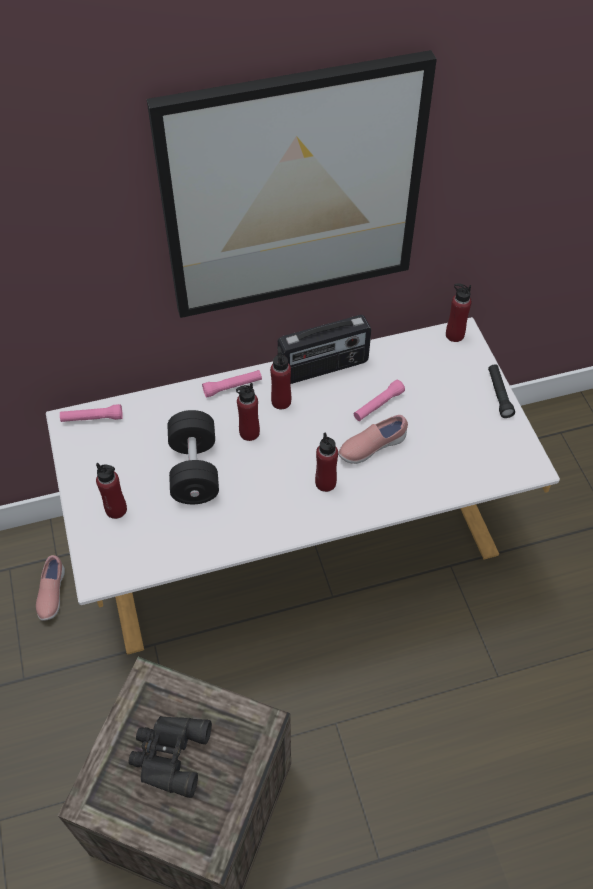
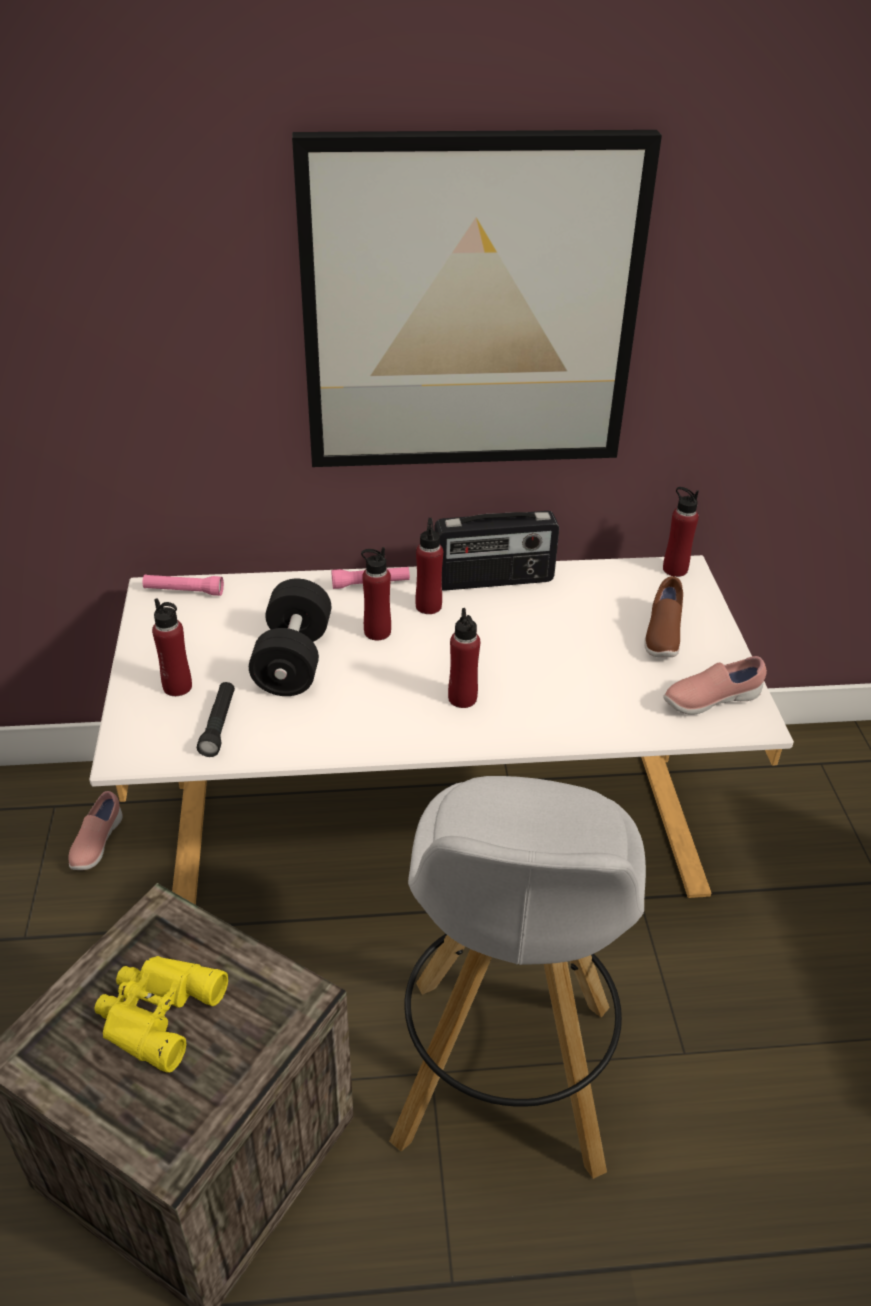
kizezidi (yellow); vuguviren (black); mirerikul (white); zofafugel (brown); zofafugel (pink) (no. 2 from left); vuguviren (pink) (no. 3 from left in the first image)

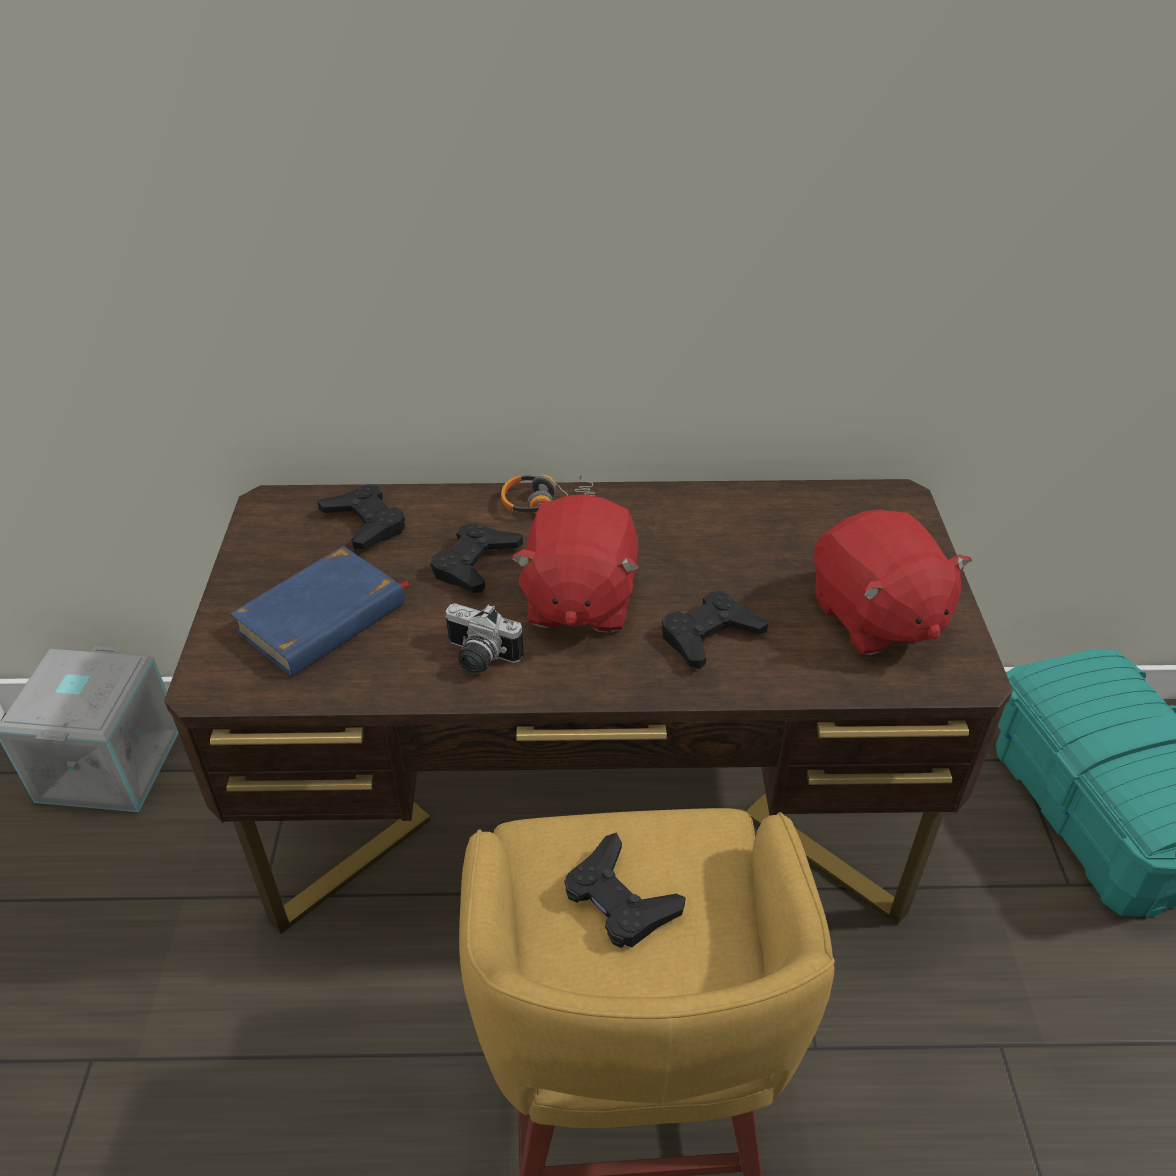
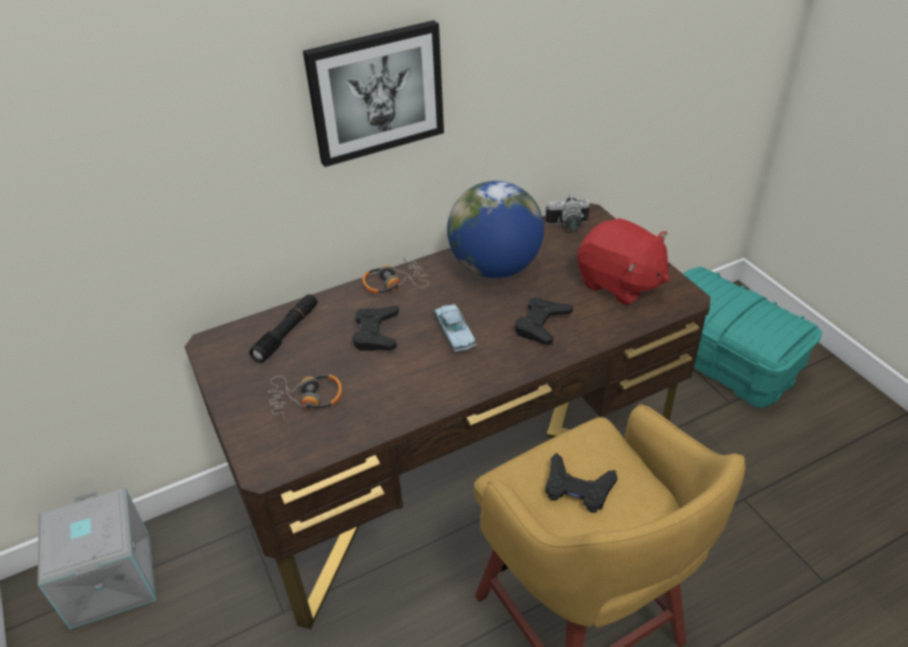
vuguviren (black); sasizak (no. 1 from left); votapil; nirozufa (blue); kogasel; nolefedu

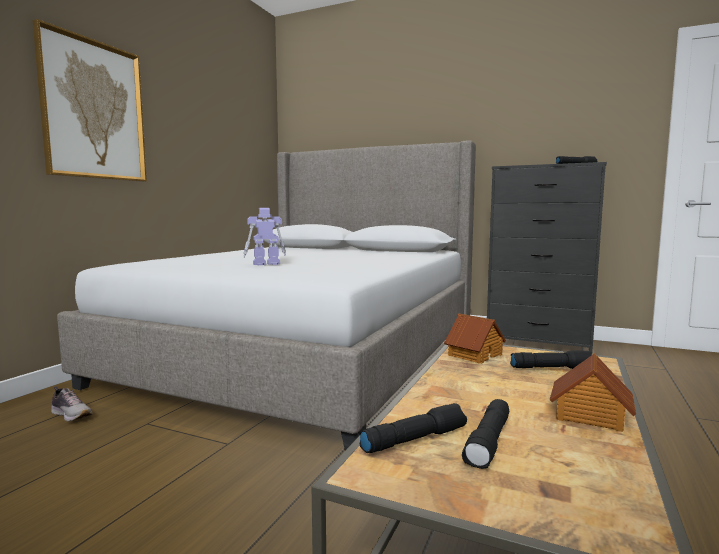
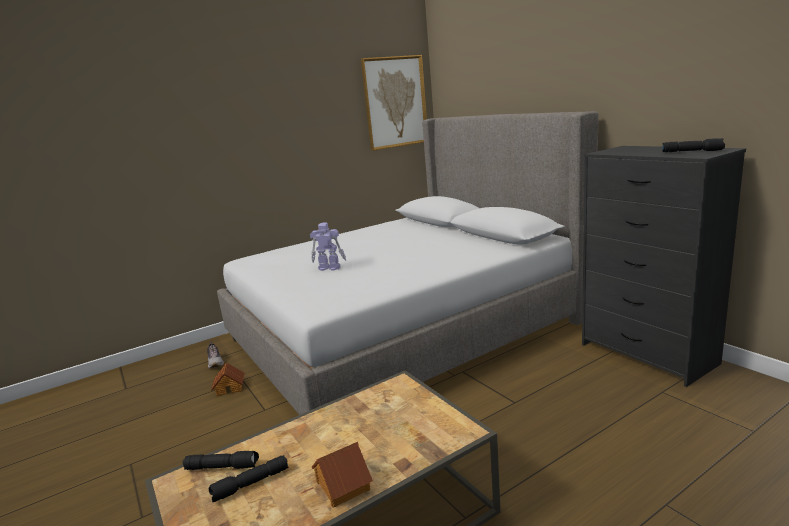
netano (no. 1 from left); votapil; vuguviren (black) (no. 3 from left in the first image)

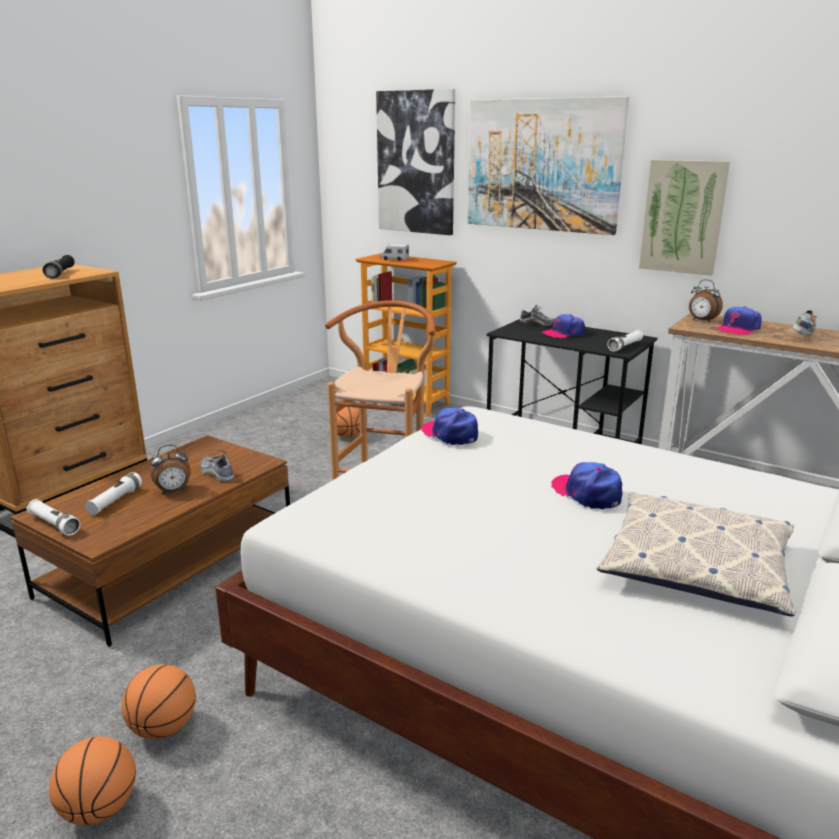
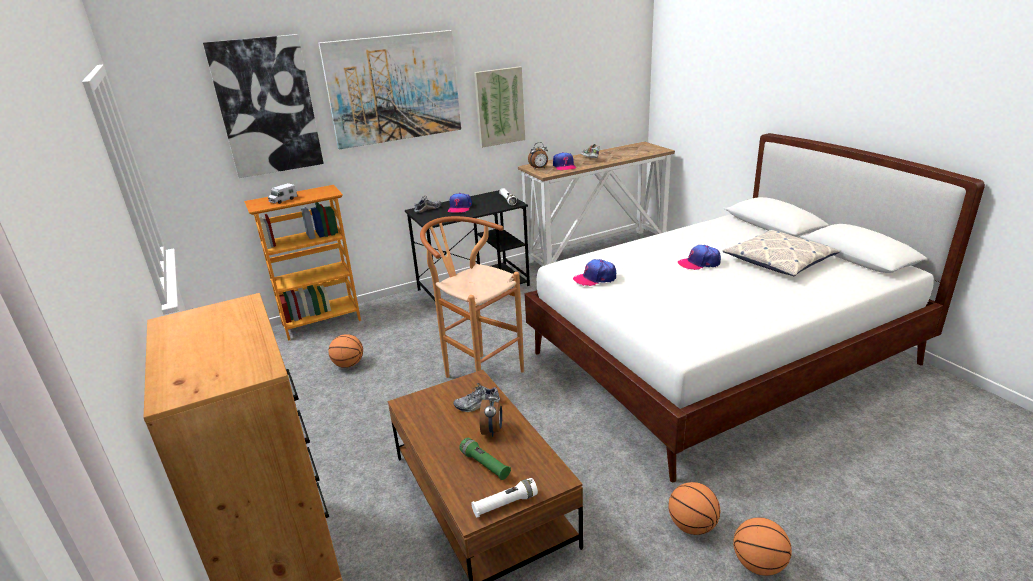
vuguviren (green); vuguviren (black)

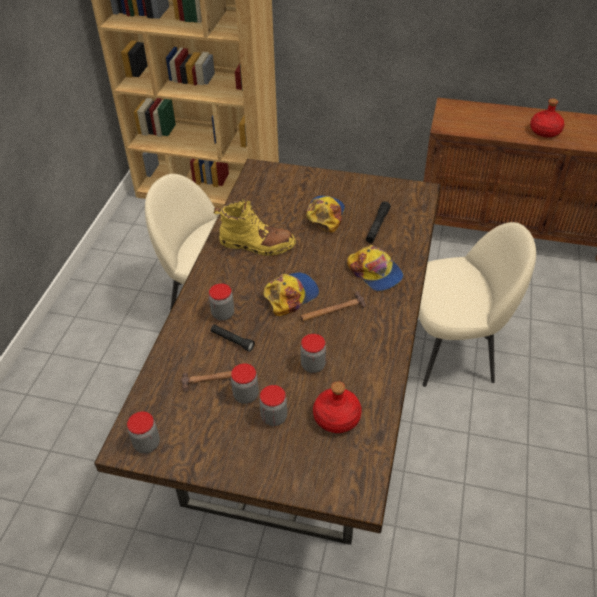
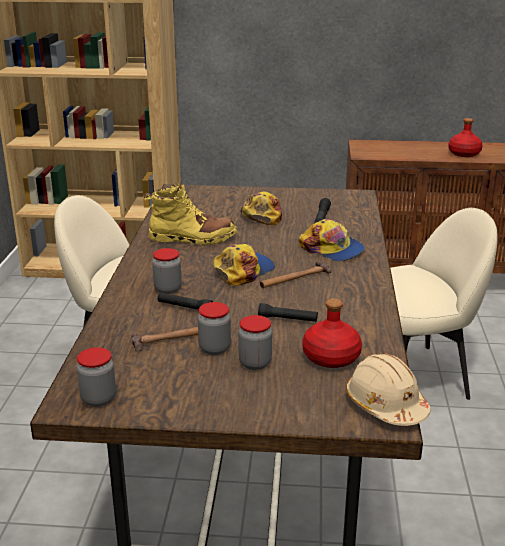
vuguviren (black) (no. 2 from left); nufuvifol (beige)

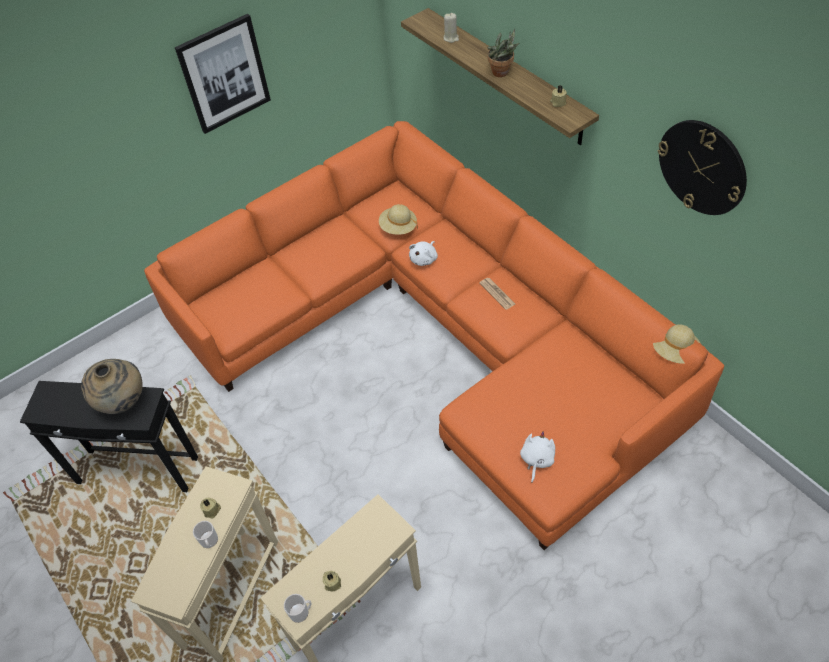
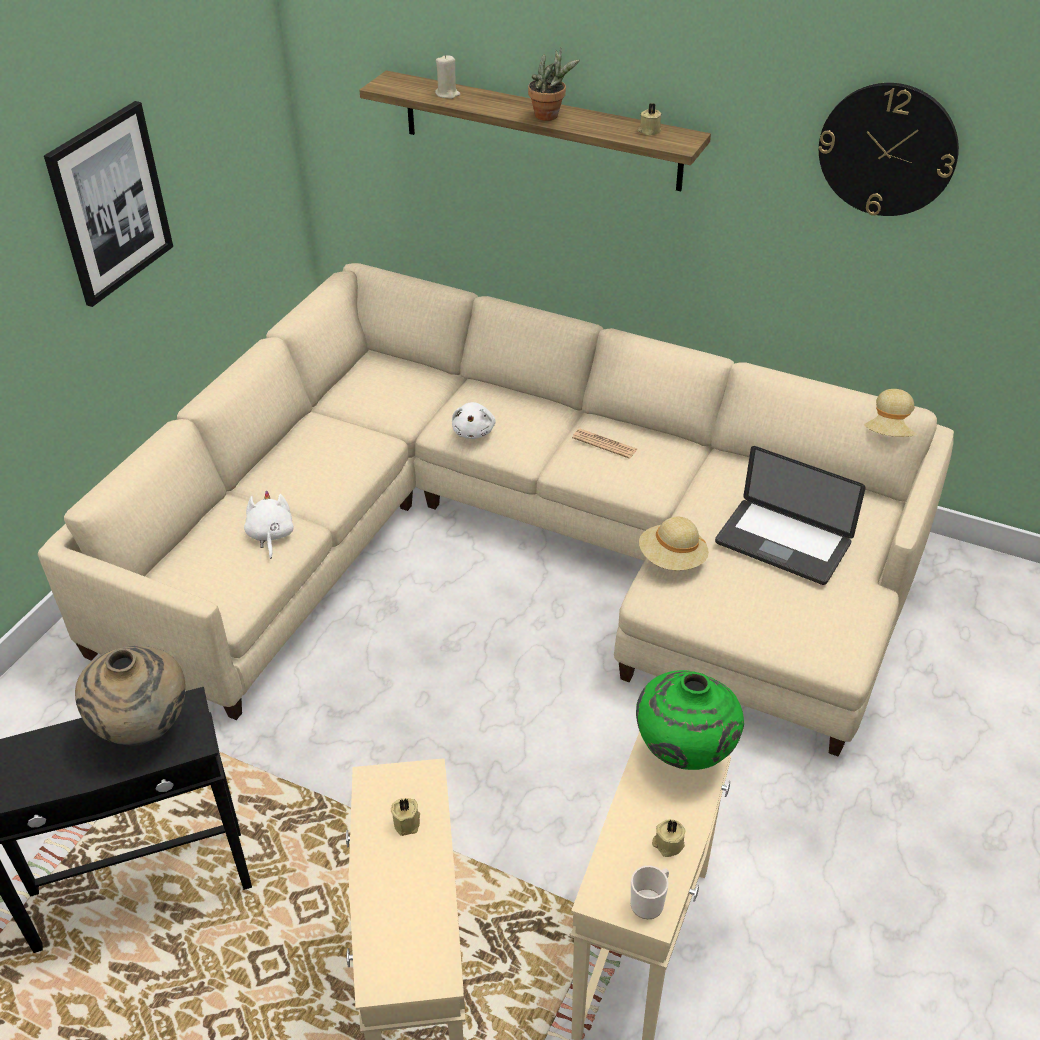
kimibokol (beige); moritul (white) (no. 1 from left); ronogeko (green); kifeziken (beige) (no. 1 from left); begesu; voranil (no. 1 from left in the first image)

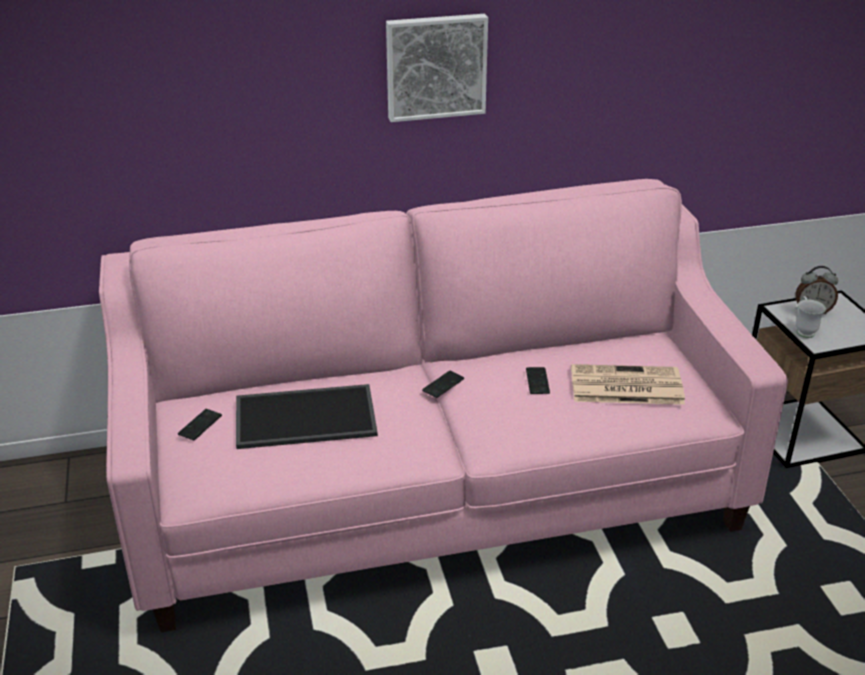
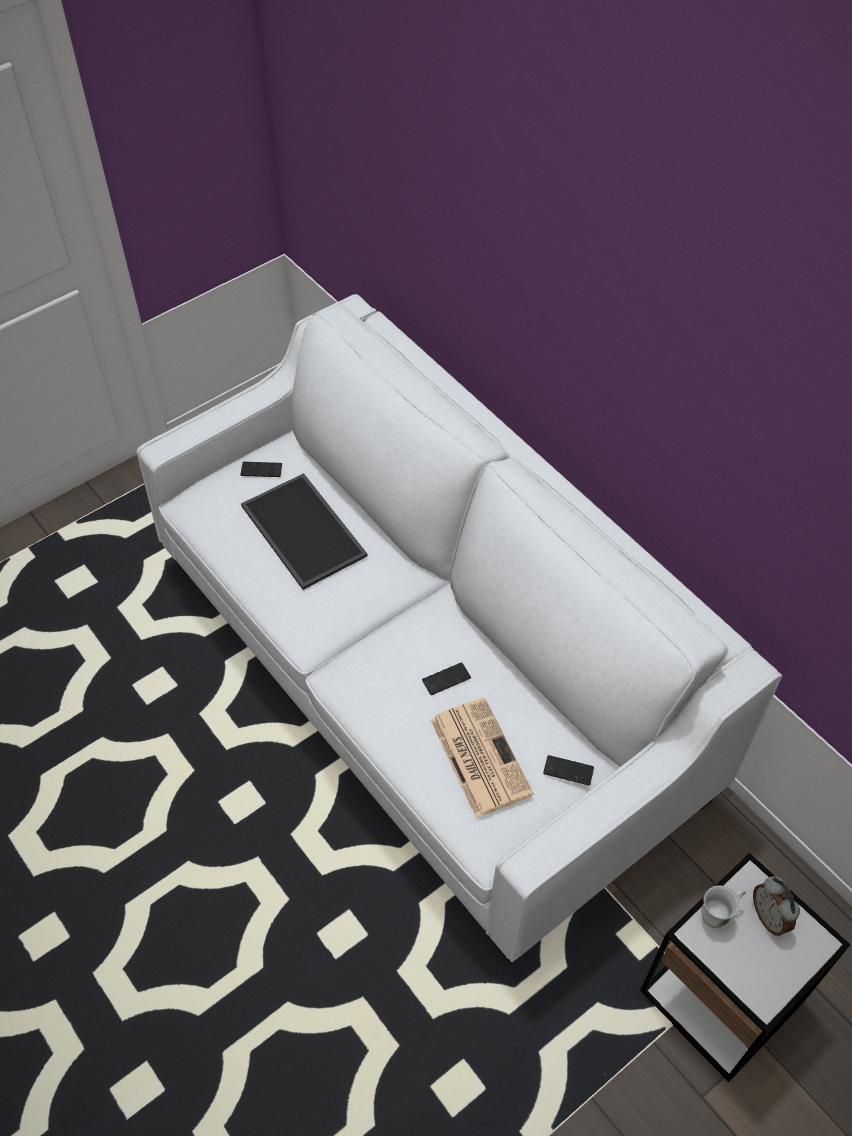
kimibokol (white); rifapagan (no. 3 from left); votapil

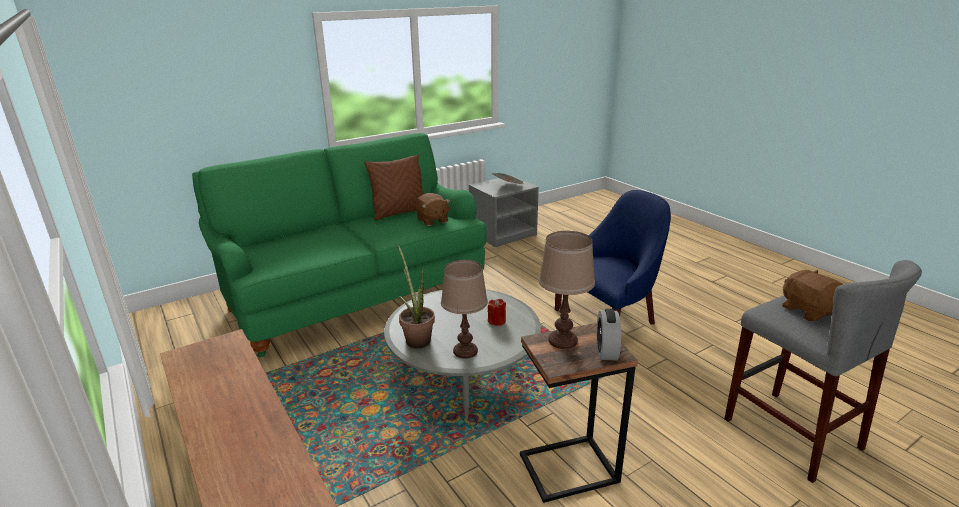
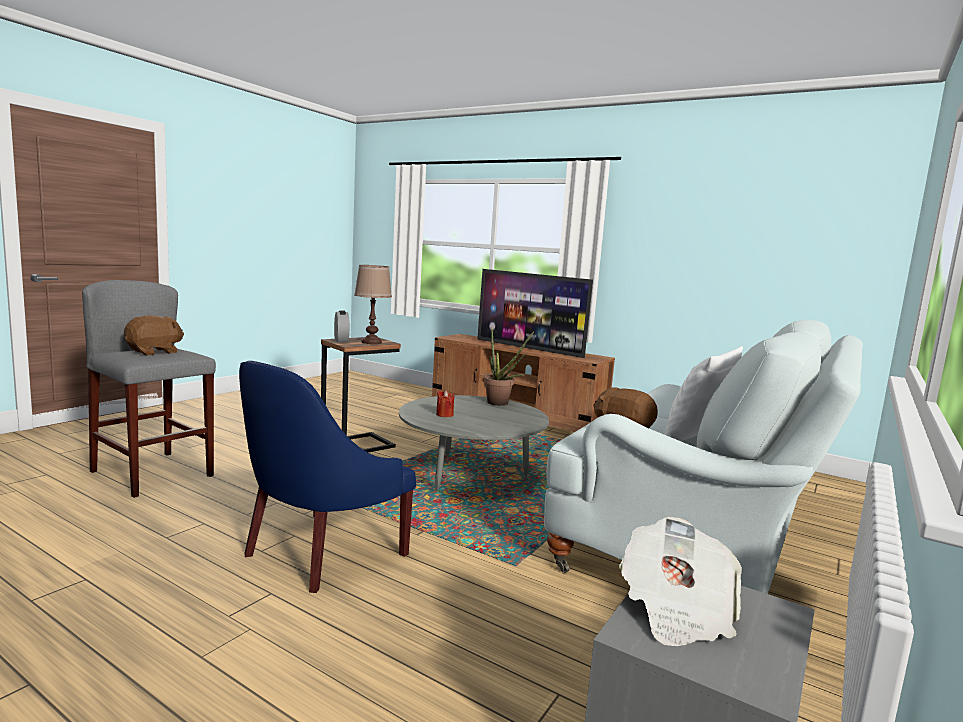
moritul (brown) (no. 1 from left); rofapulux; kimibokol (white); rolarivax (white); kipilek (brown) (no. 1 from left in the first image)

